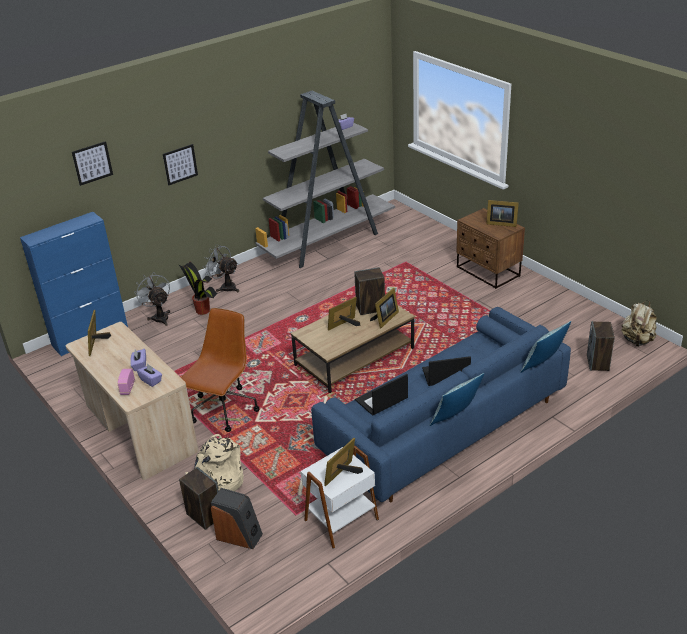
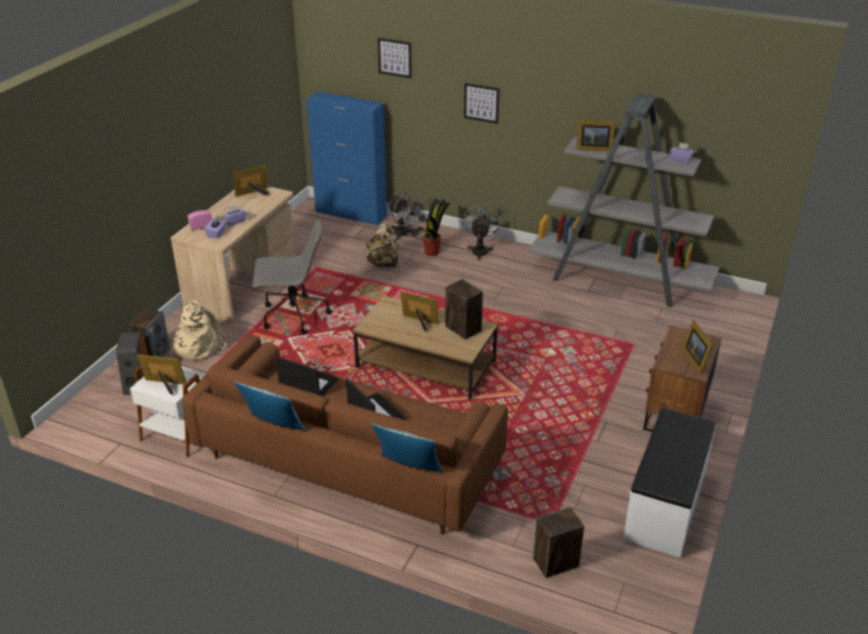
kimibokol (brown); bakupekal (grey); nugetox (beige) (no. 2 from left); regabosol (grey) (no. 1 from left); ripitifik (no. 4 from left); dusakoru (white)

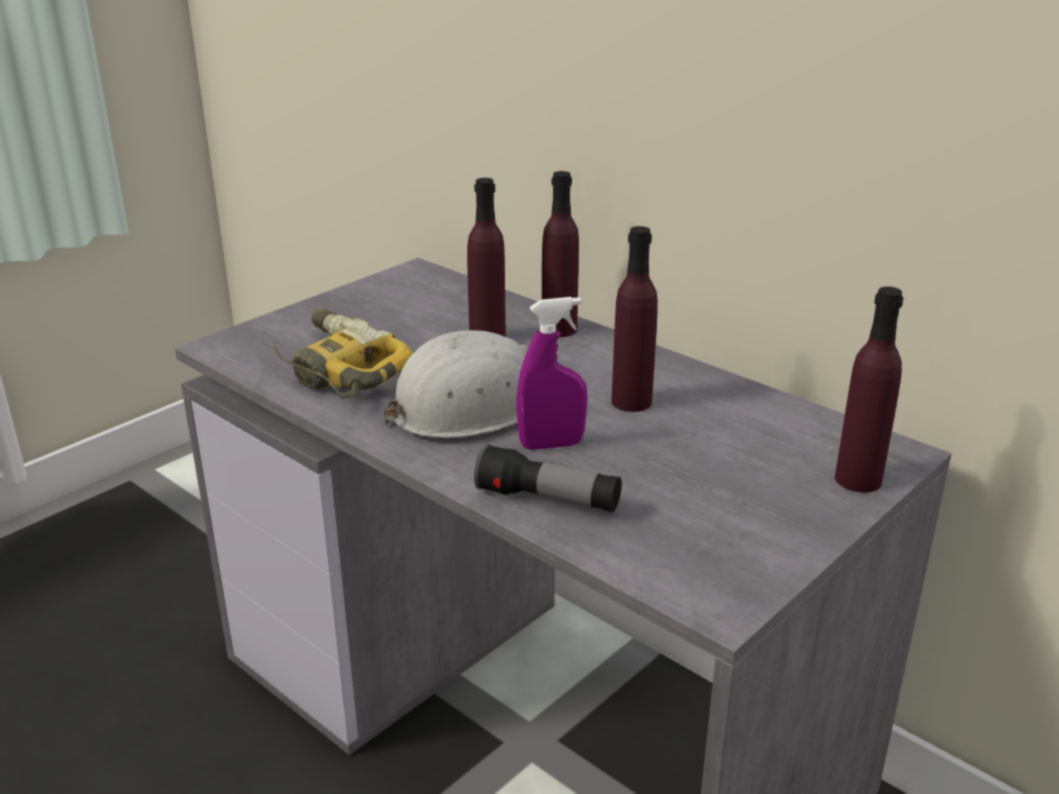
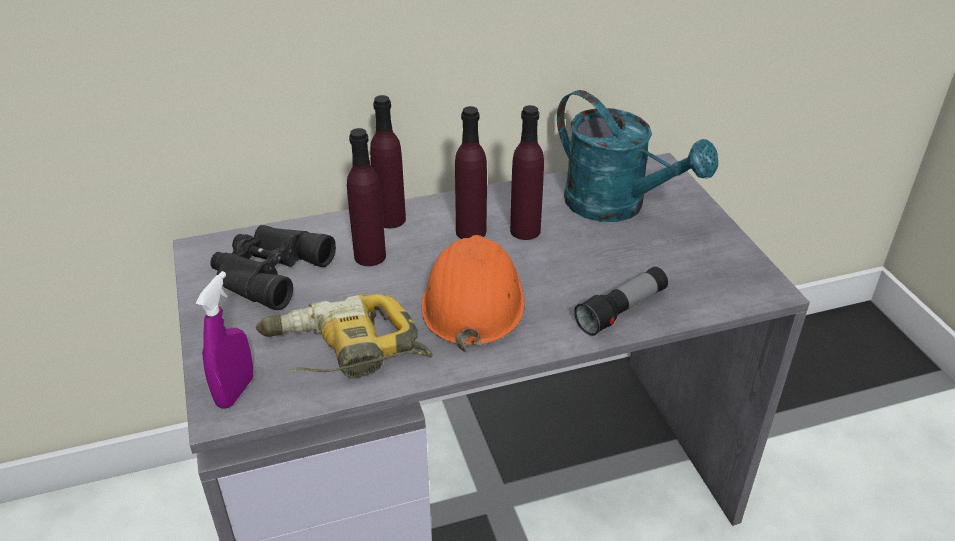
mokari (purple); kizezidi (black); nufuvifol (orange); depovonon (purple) (no. 3 from left); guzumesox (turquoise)

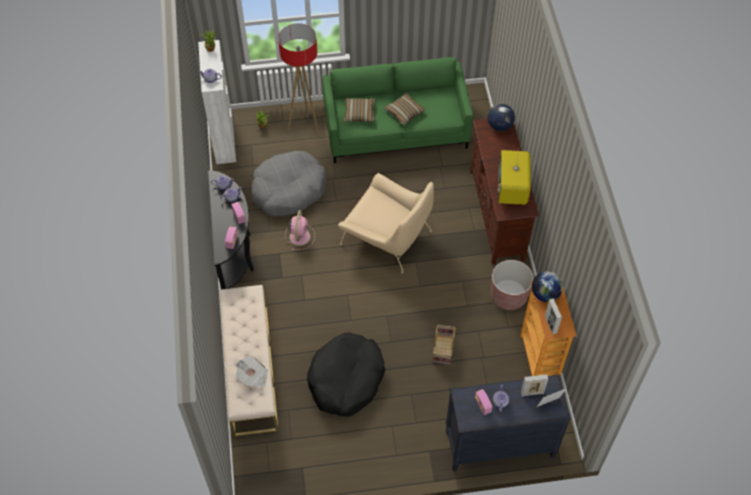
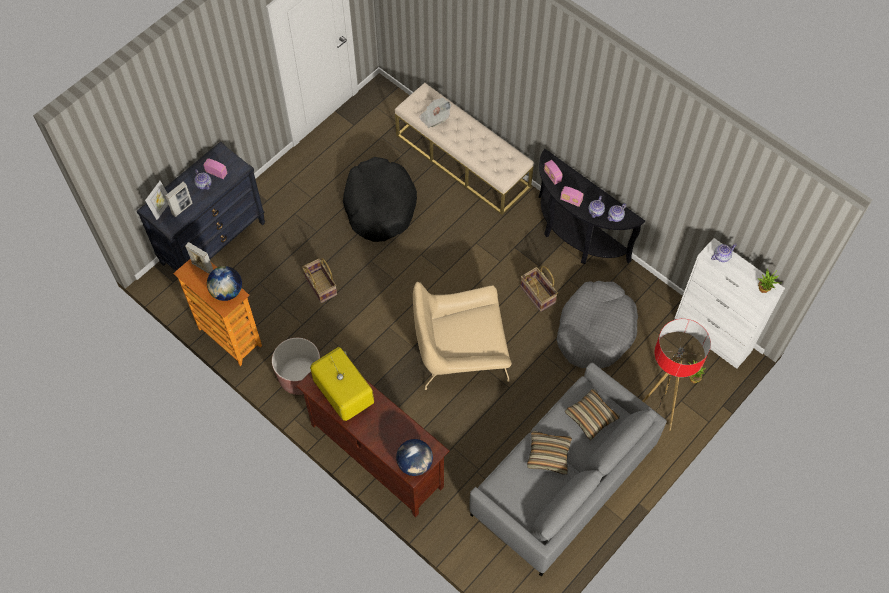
kimibokol (grey); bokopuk (no. 2 from left)

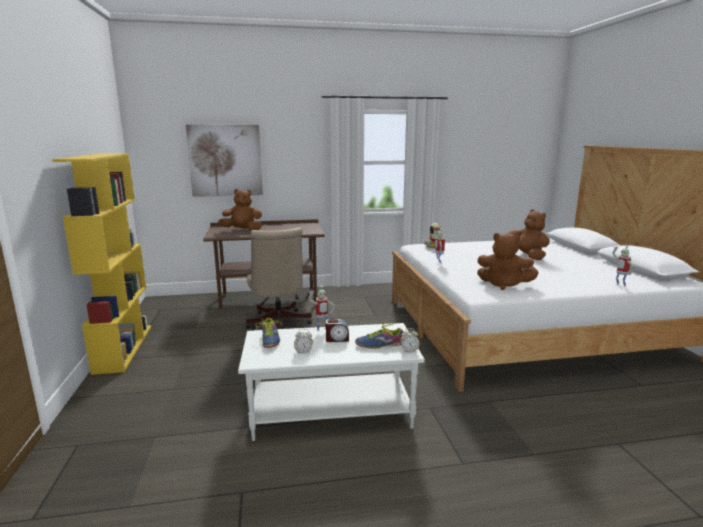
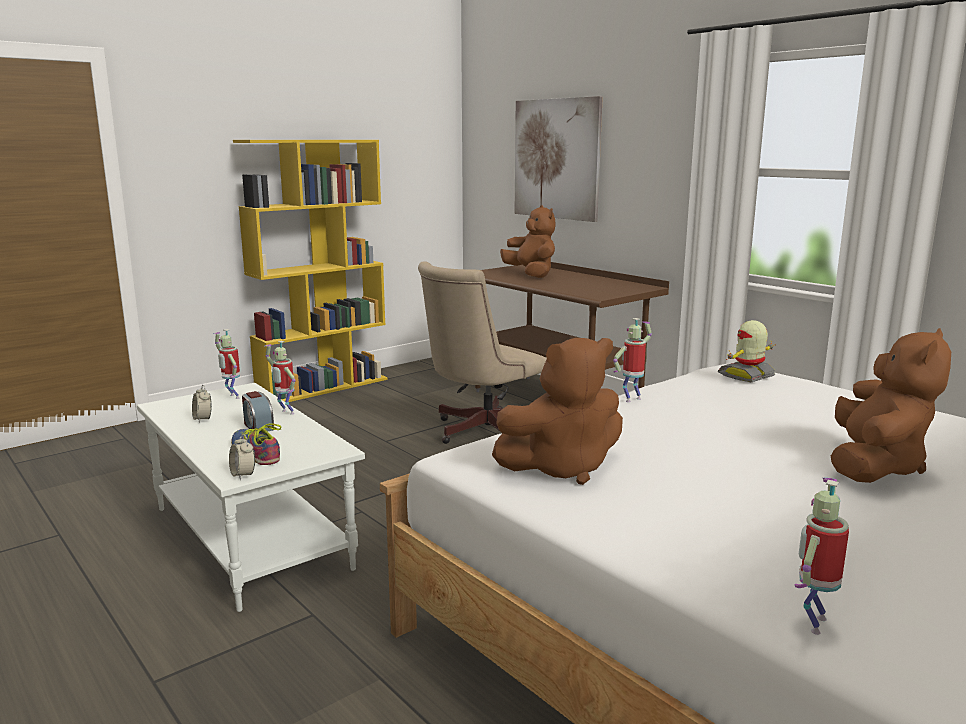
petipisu (no. 1 from left); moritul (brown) (no. 2 from left)

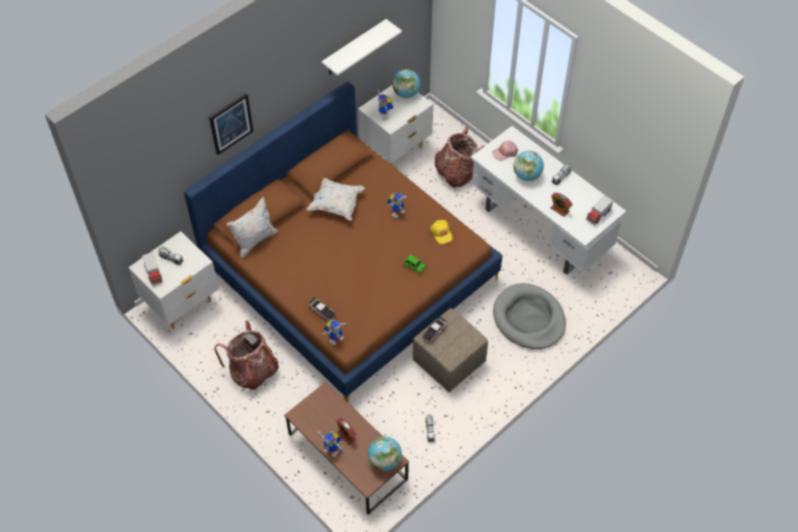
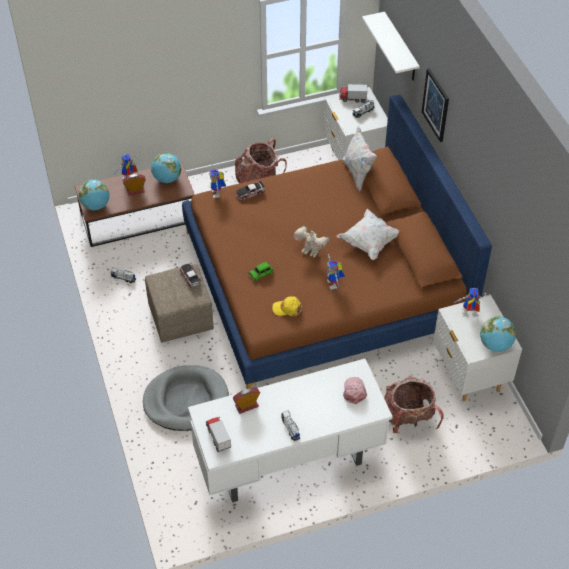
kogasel (no. 2 from left); petipisu (no. 3 from left); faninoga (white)

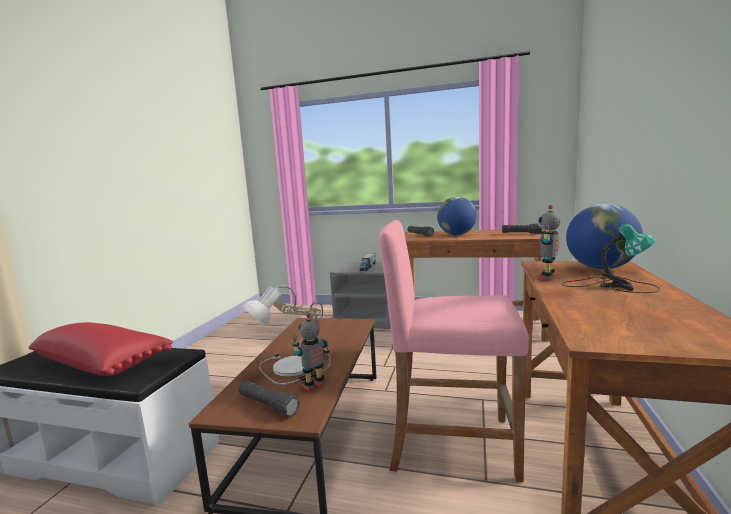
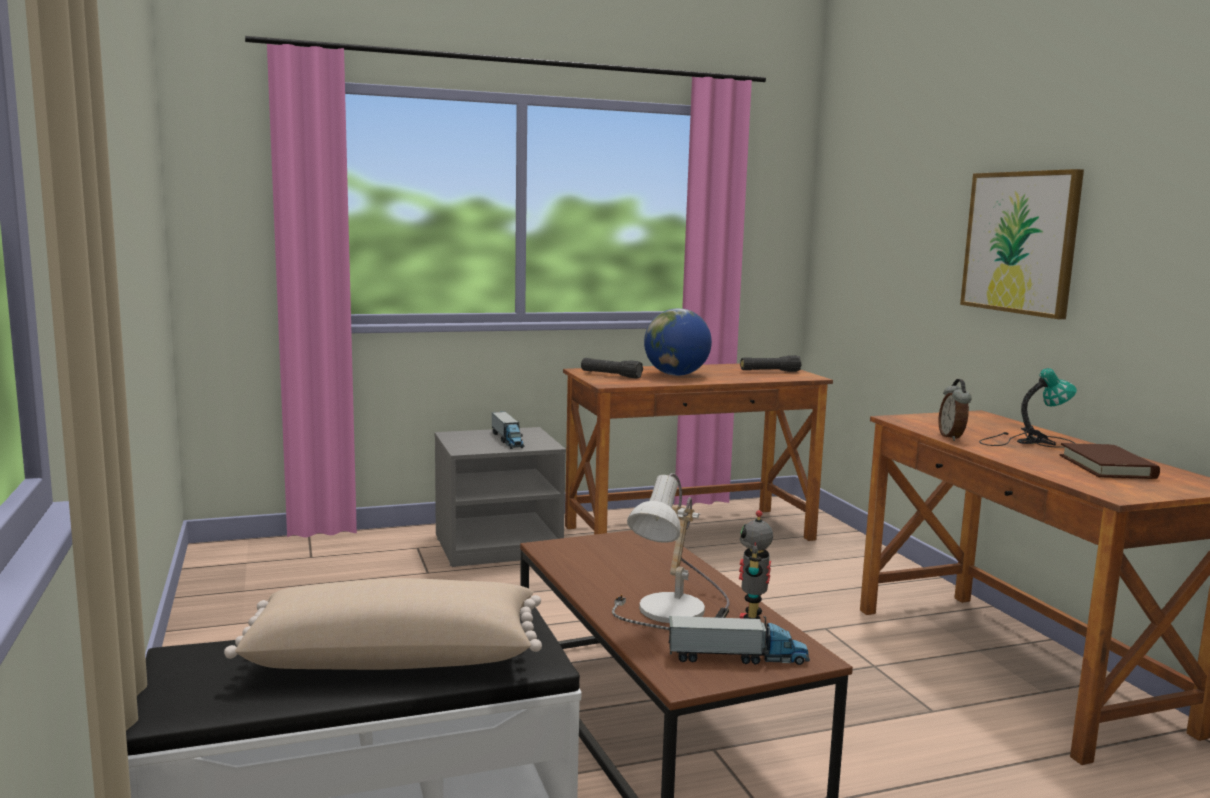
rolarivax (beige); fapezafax (no. 2 from left); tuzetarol; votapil; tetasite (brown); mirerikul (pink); kogasel (no. 2 from left in the first image)

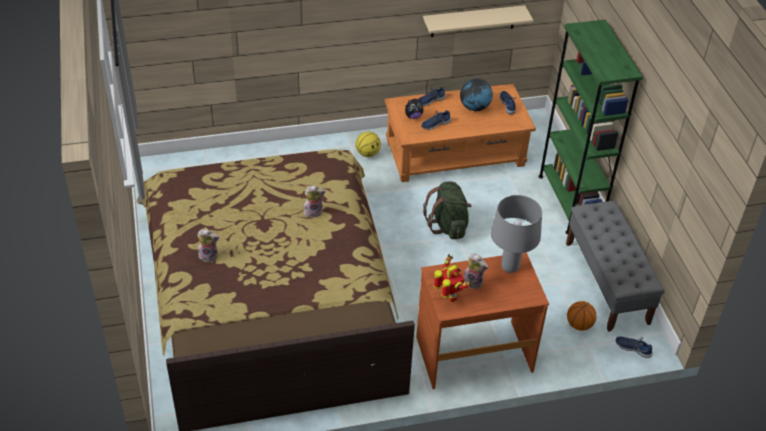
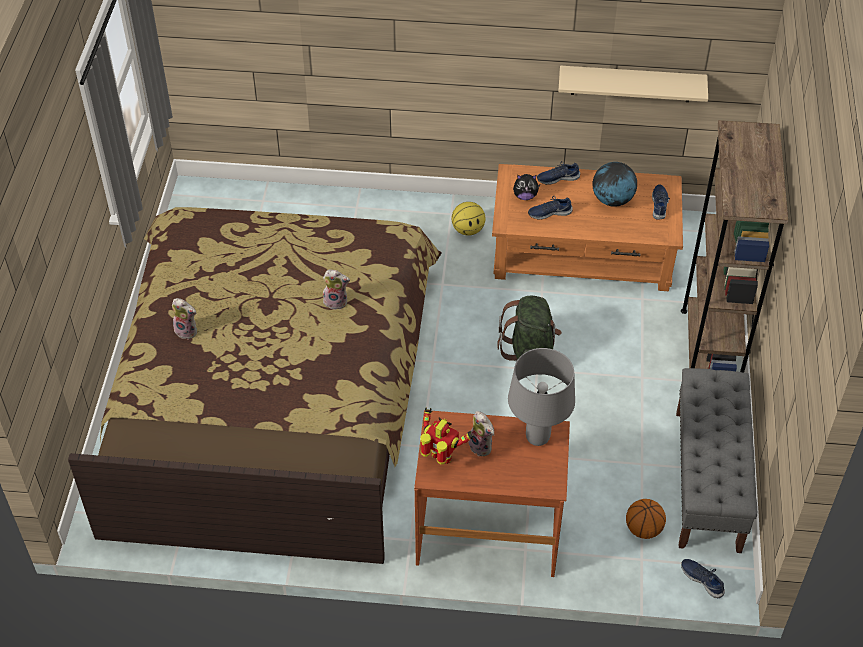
petipisu; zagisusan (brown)

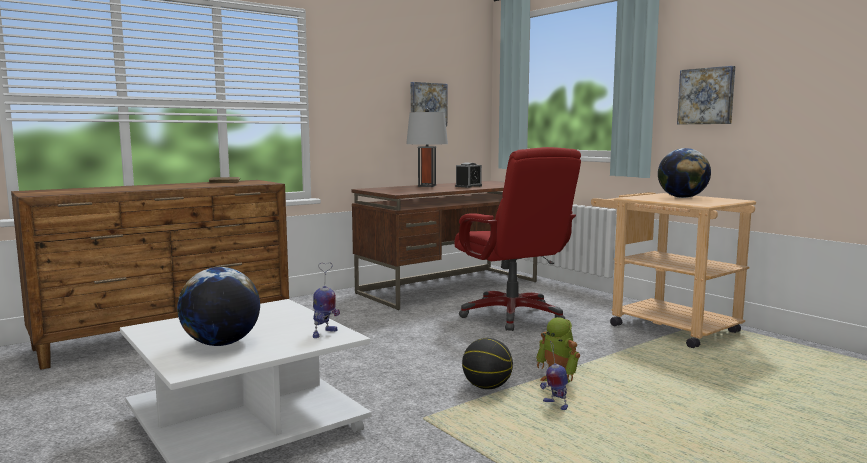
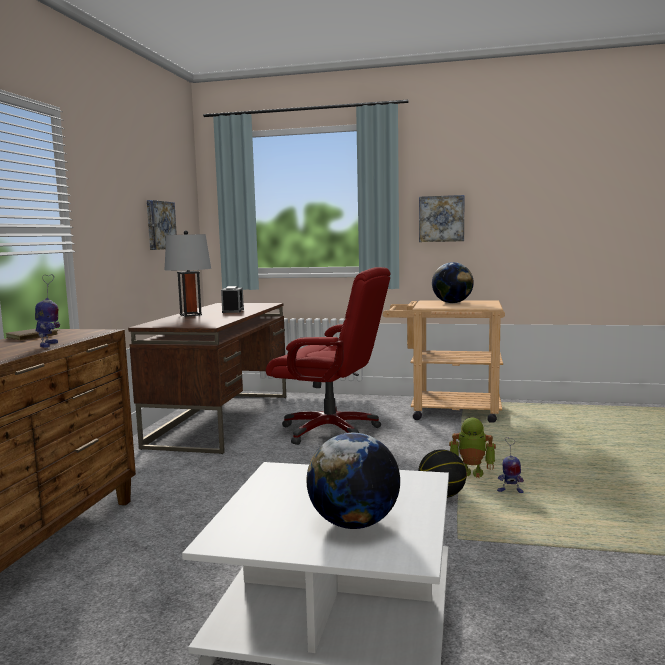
petipisu (no. 1 from left)

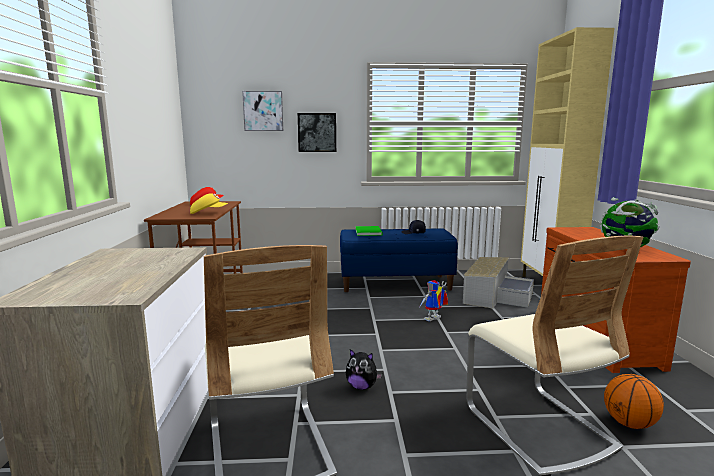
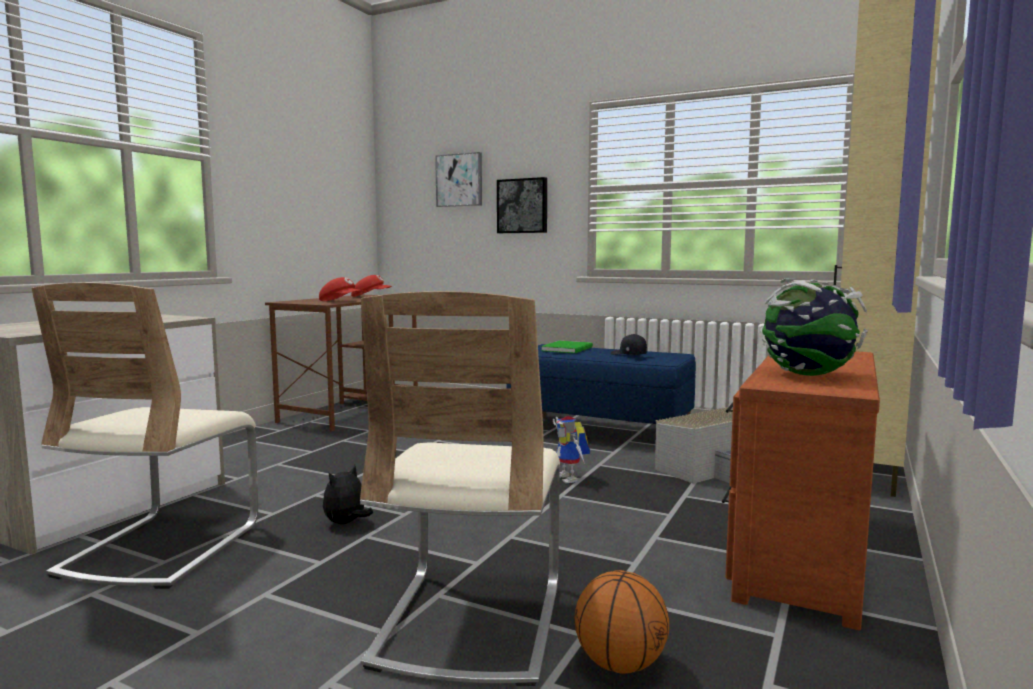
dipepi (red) (no. 1 from left); moritul; petipisu

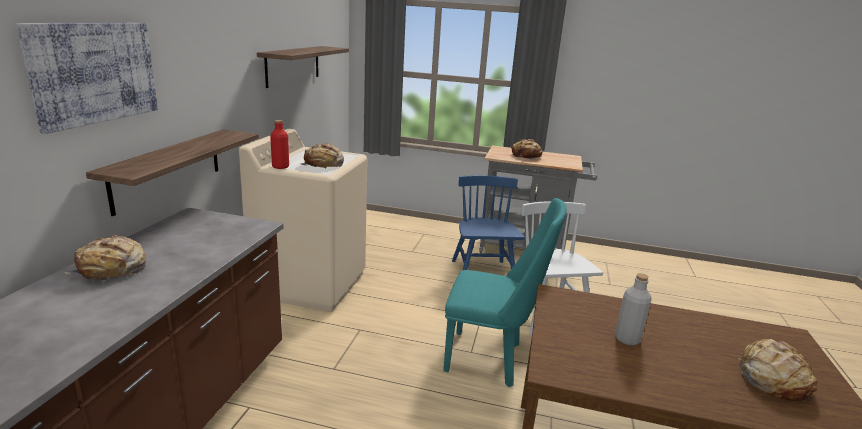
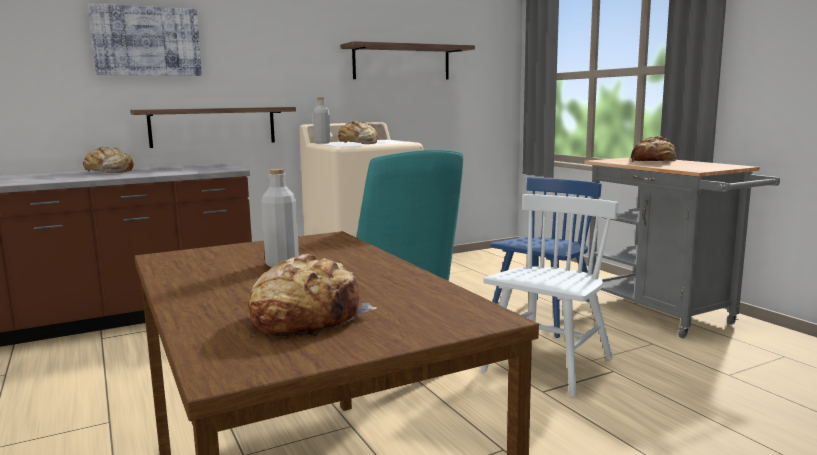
depovonon (grey) (no. 2 from left)

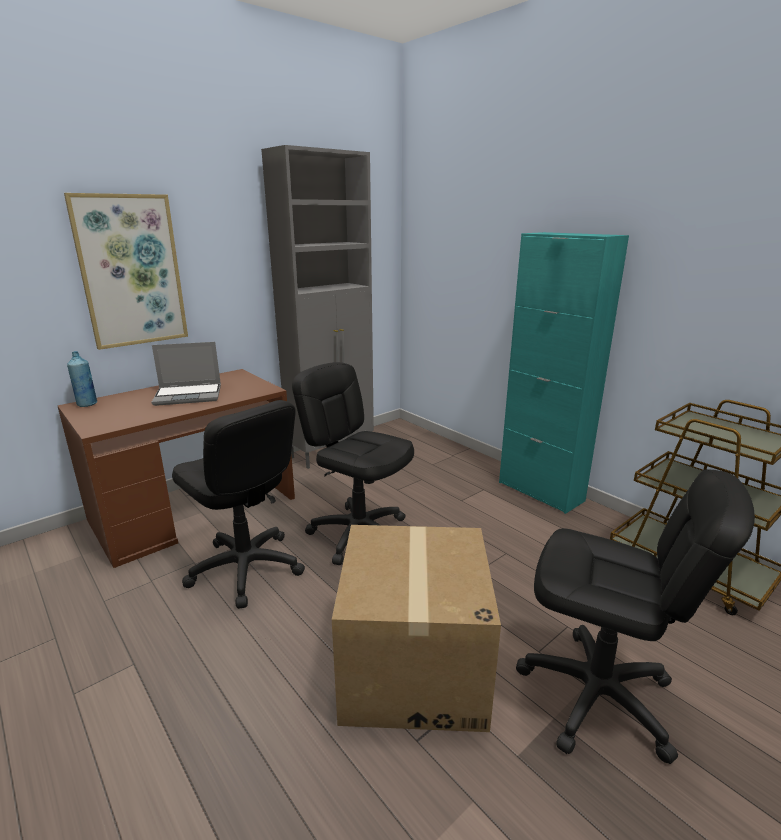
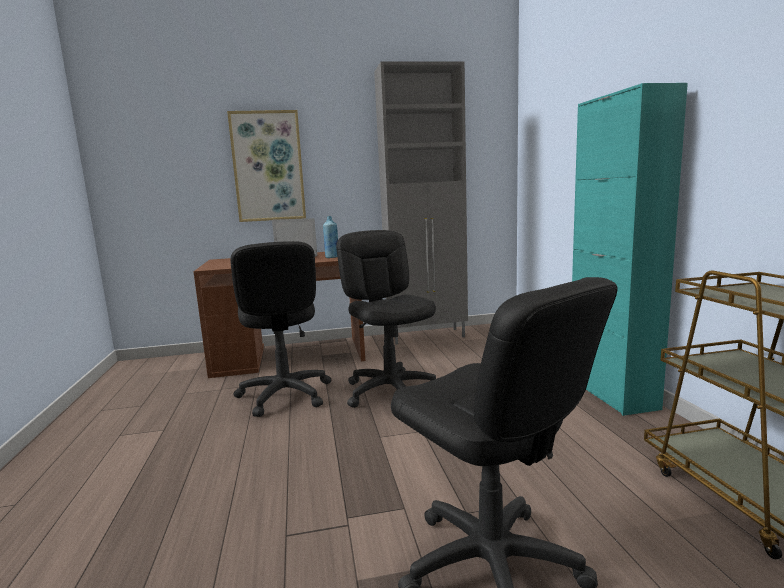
depovonon (blue); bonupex

